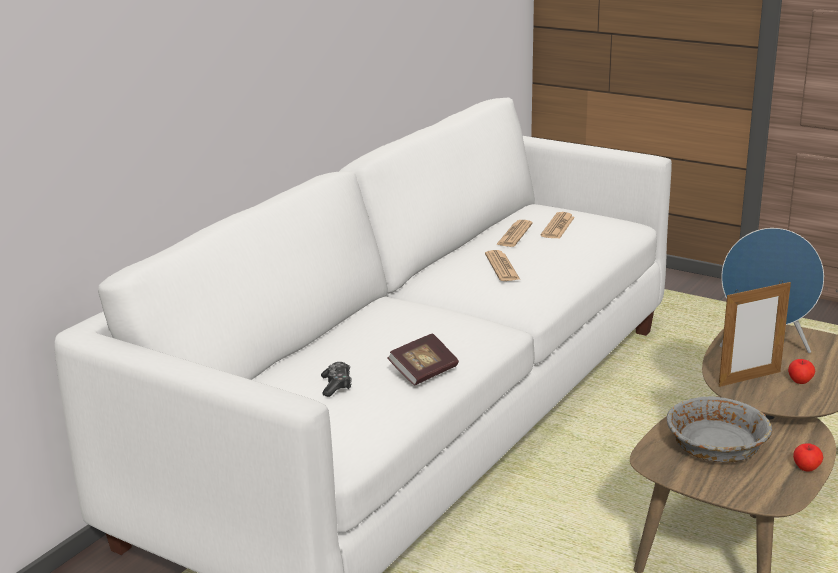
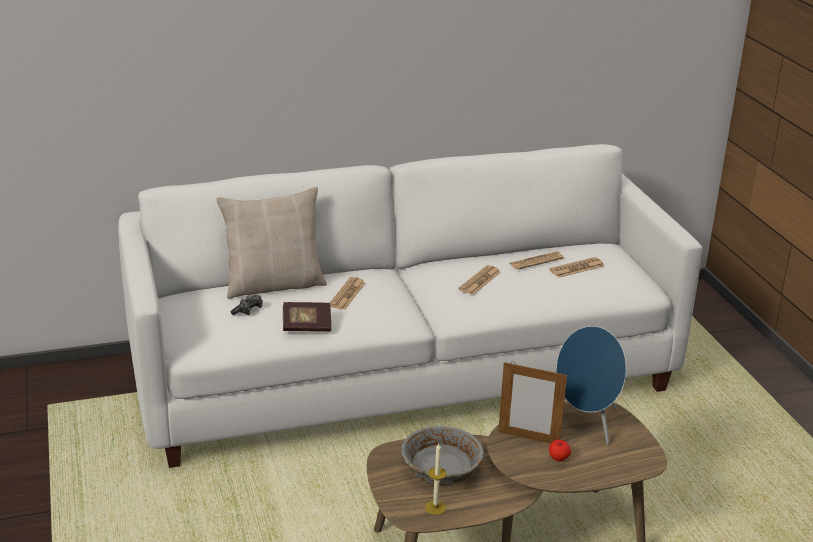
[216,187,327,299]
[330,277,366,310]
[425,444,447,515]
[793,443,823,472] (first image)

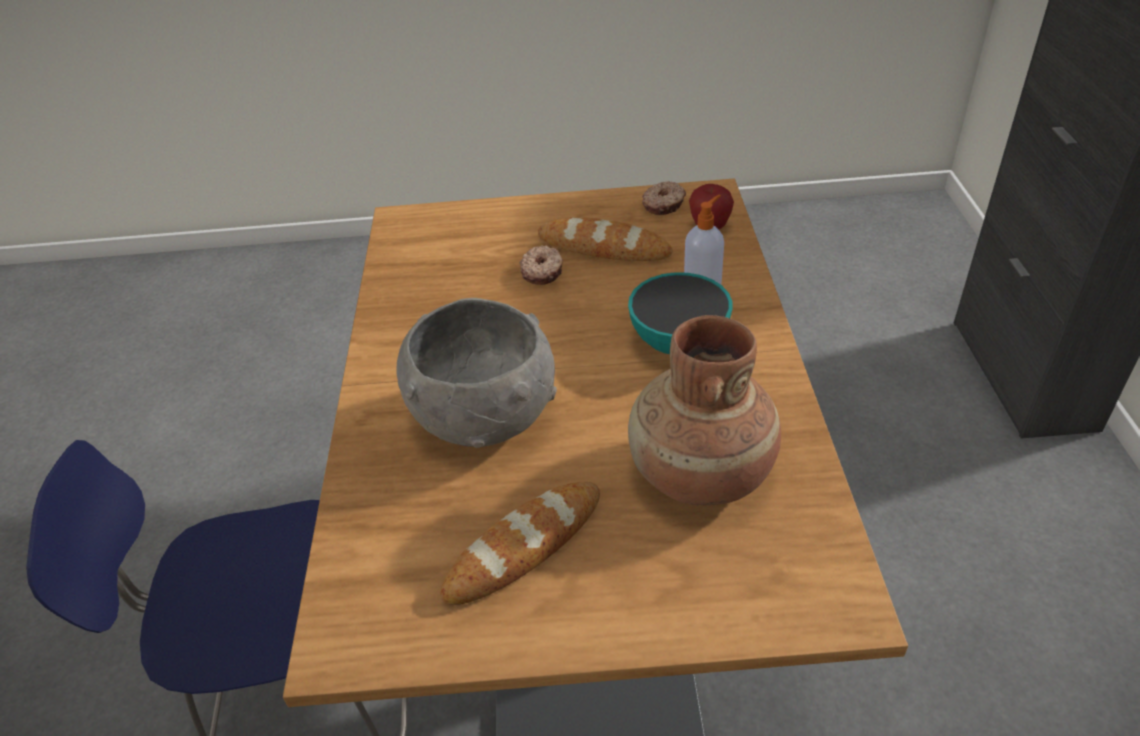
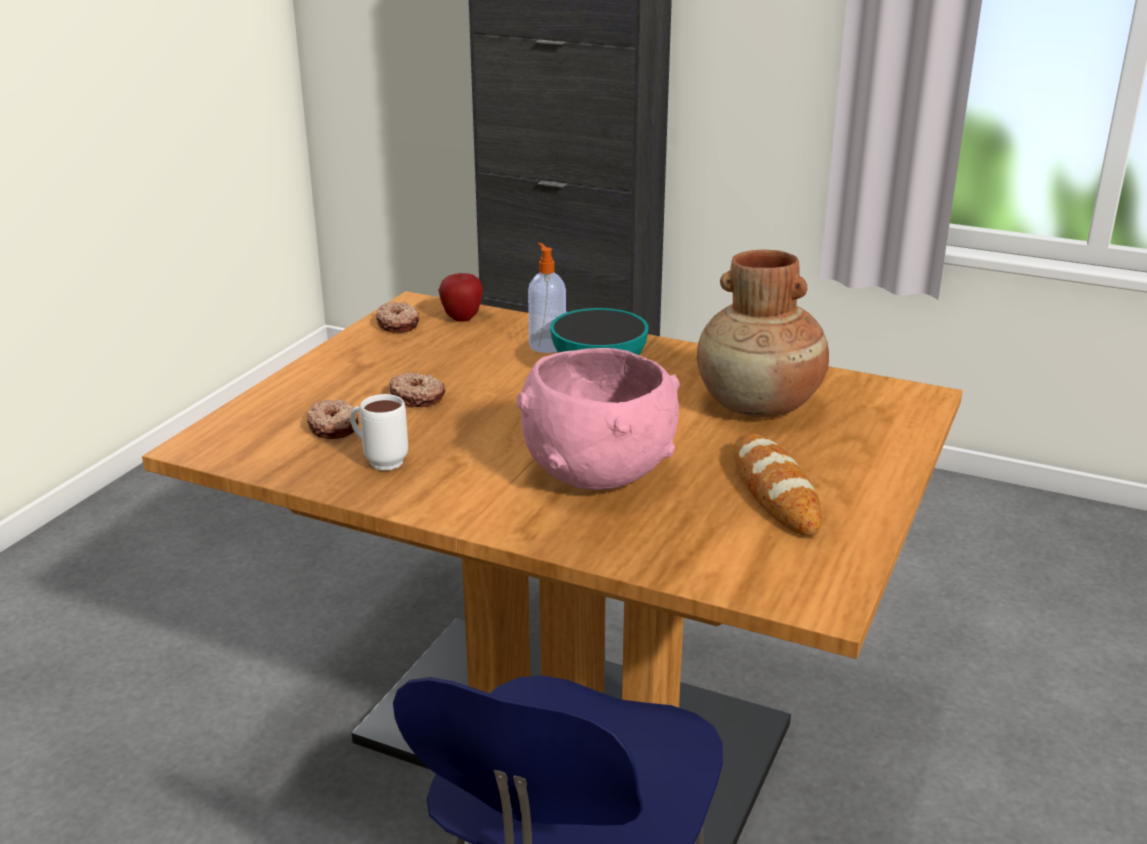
[307,399,359,439]
[350,394,408,471]
[517,348,680,490]
[538,217,673,261] (first image)

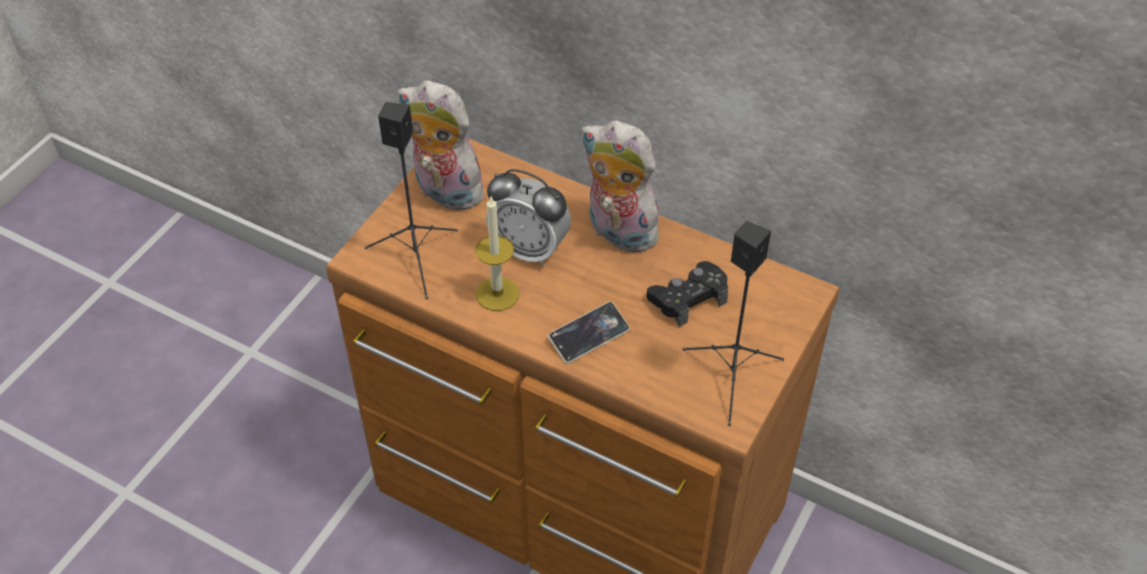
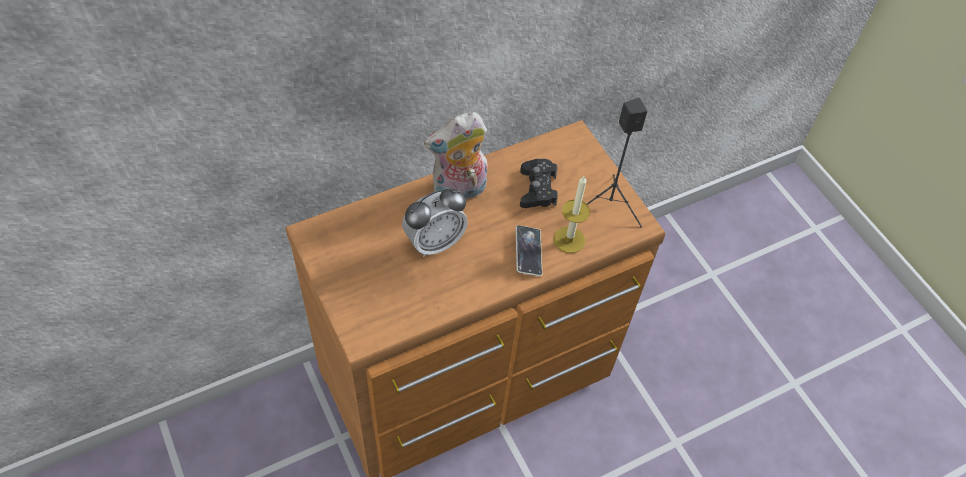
[553,176,590,253]
[365,102,458,300] (first image)
[398,80,484,210] (first image)

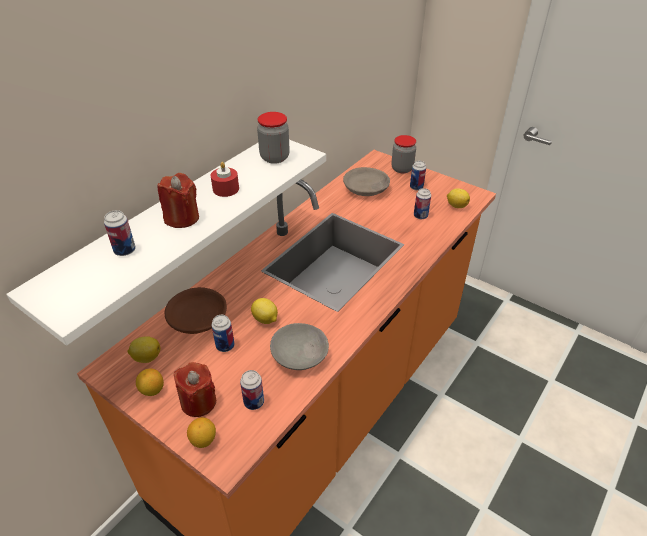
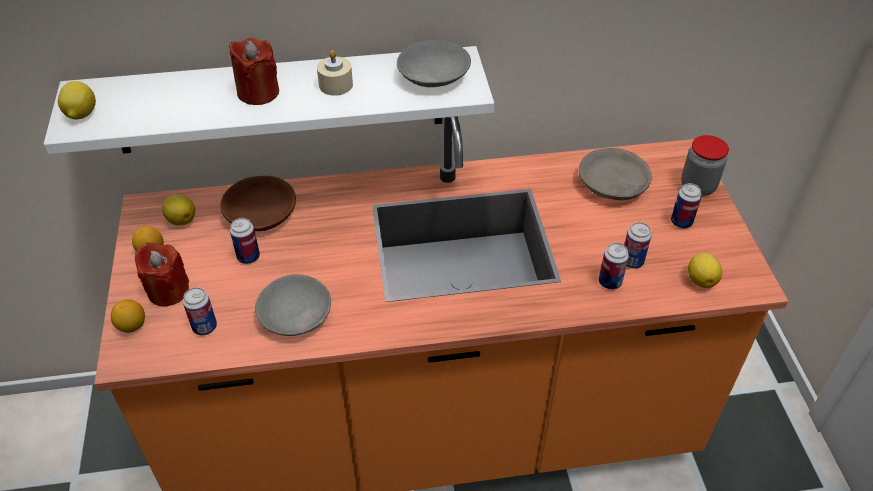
[58,81,96,120]
[317,50,353,96]
[397,40,471,87]
[599,243,629,290]

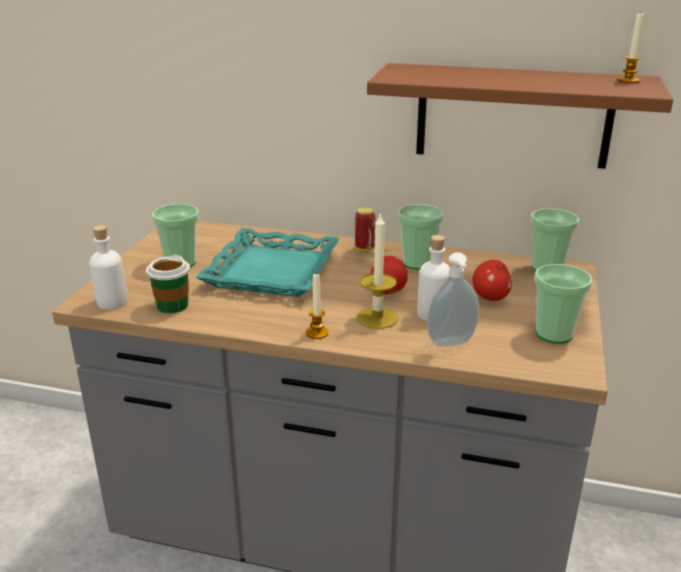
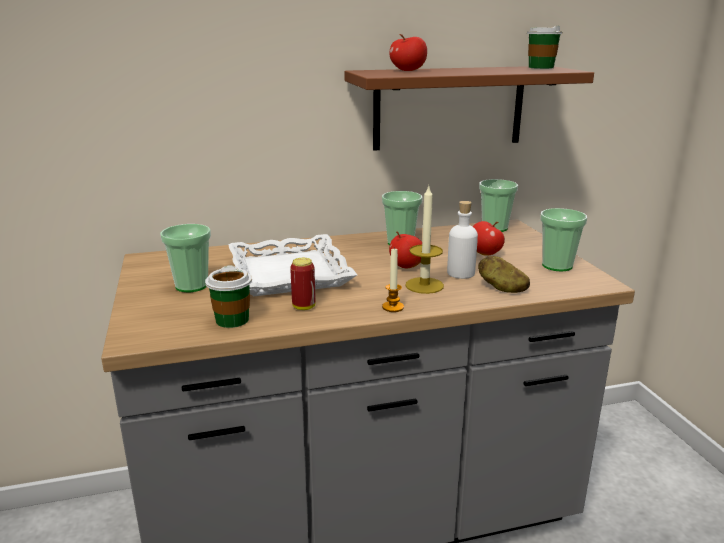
[229,234,357,296]
[290,258,316,310]
[389,34,427,71]
[478,256,530,293]
[527,26,562,69]
[89,225,128,310] (first image)

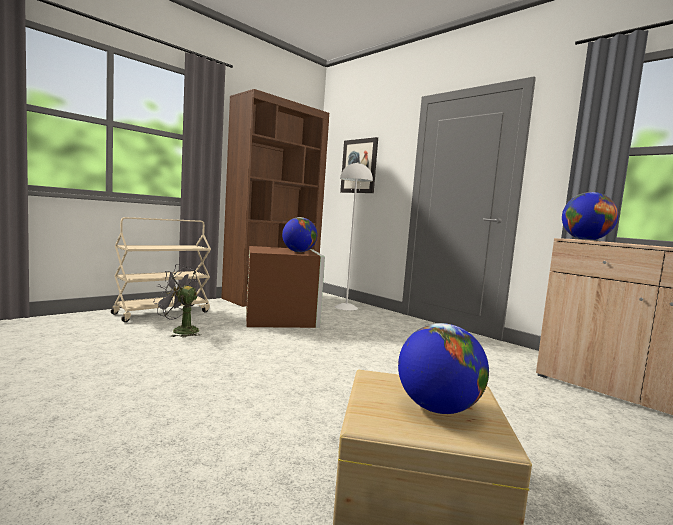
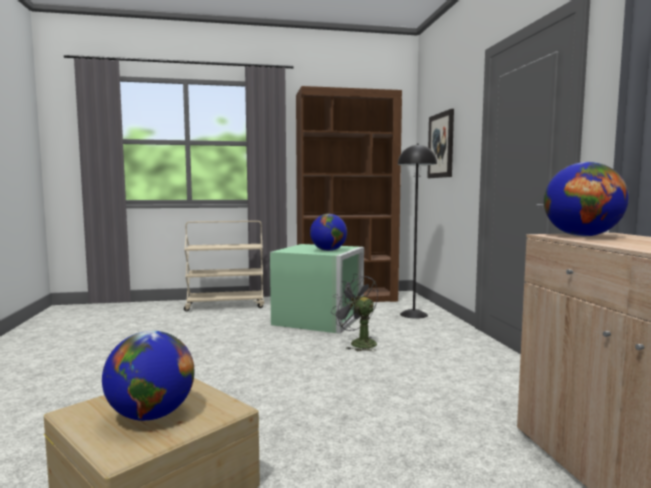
[270,244,364,334]
[331,274,378,351]
[398,144,437,319]

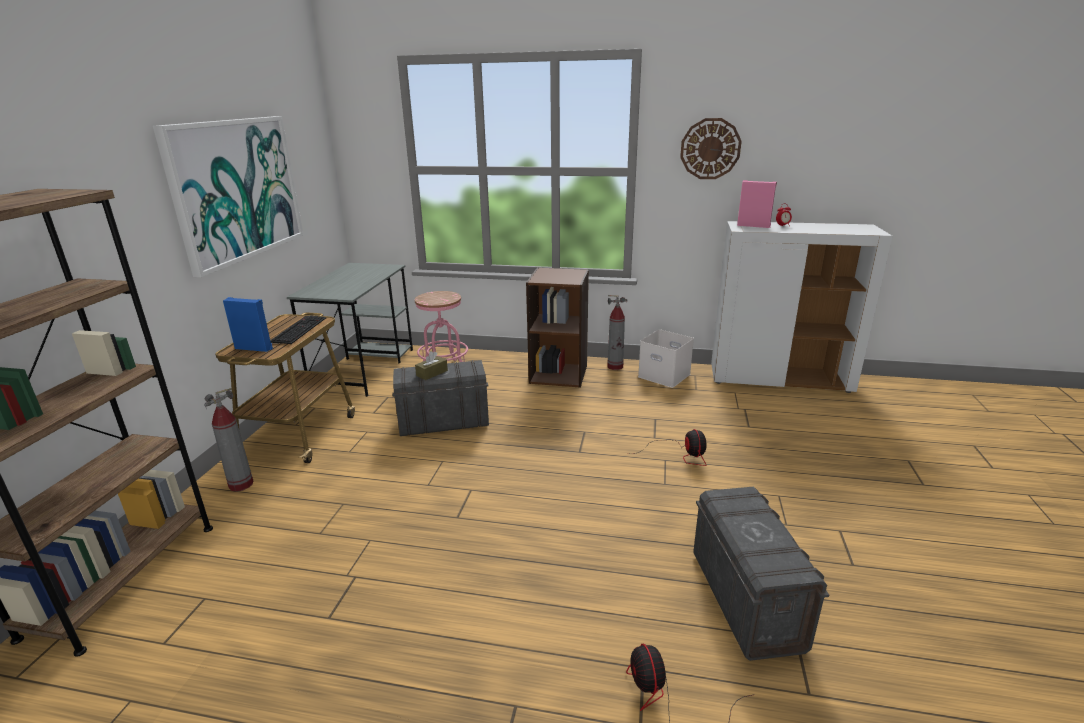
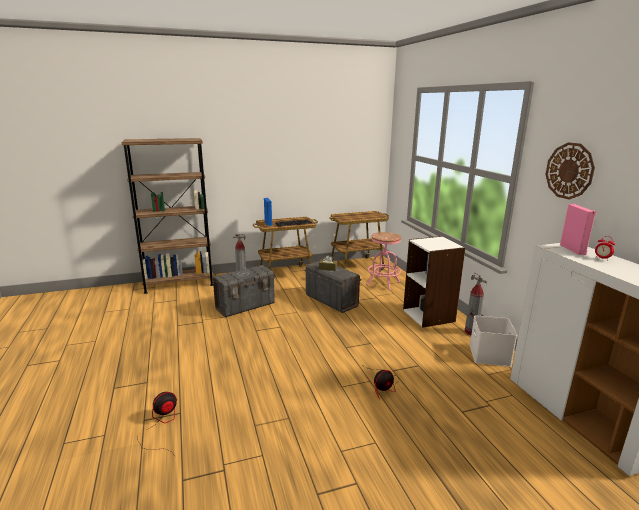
[212,265,275,317]
[329,211,389,270]
[403,236,465,328]
[153,116,304,277] (first image)

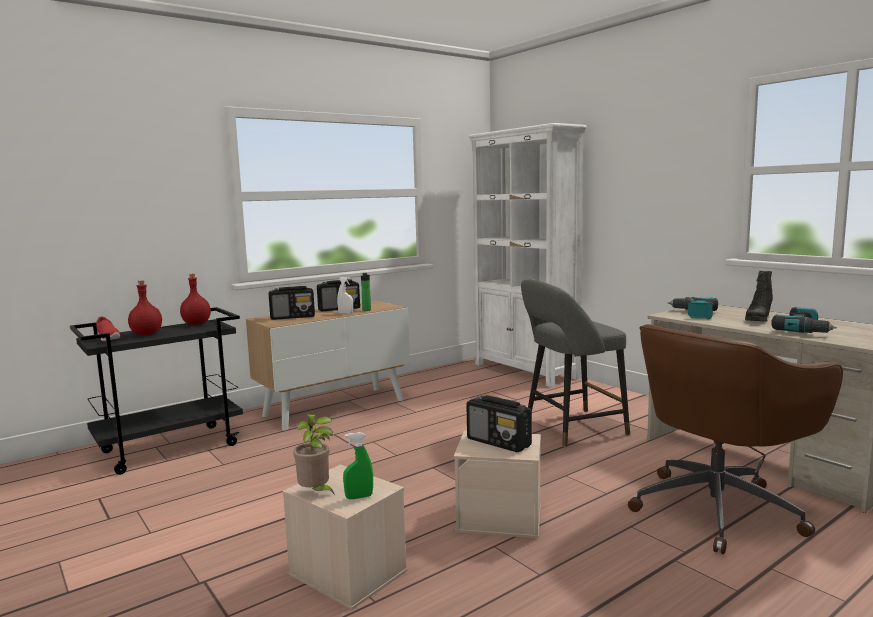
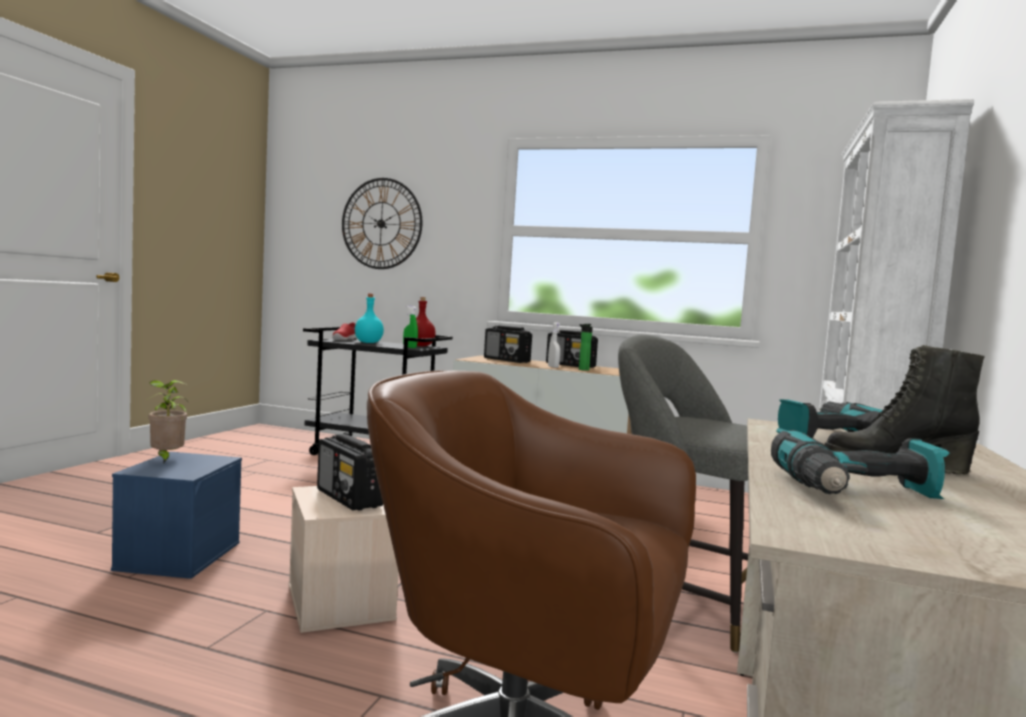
[111,452,242,579]
[317,434,383,511]
[342,178,422,269]
[355,294,384,343]
[403,306,418,348]

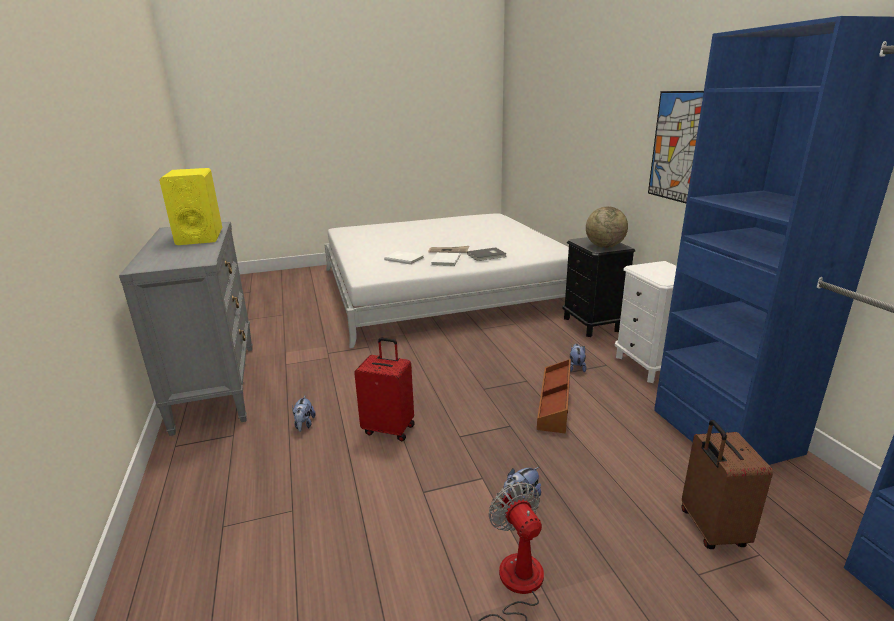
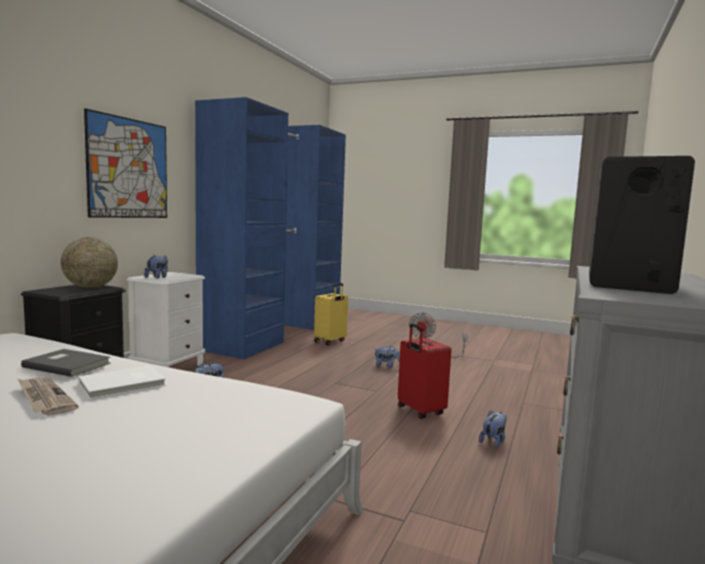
[144,255,168,279]
[314,283,348,345]
[589,156,695,294]
[384,251,424,265] (first image)
[537,359,571,434] (first image)

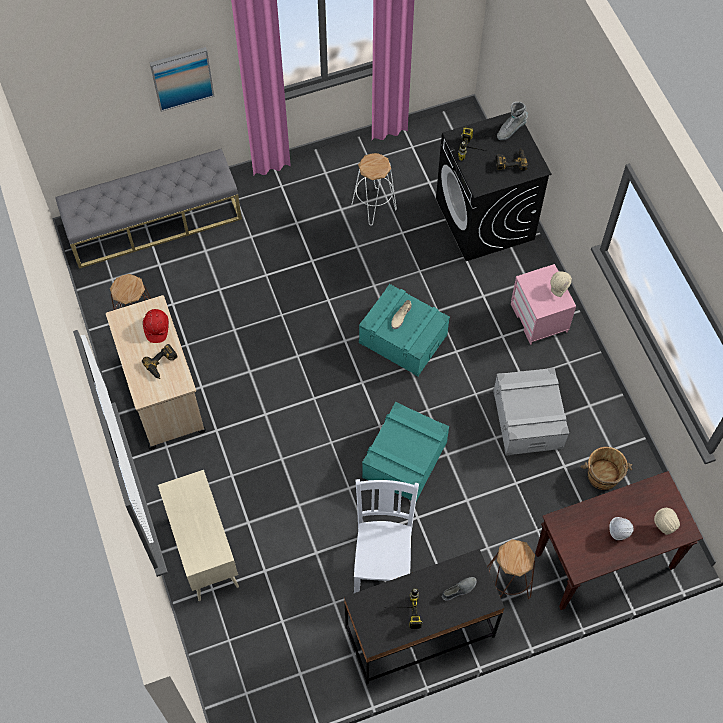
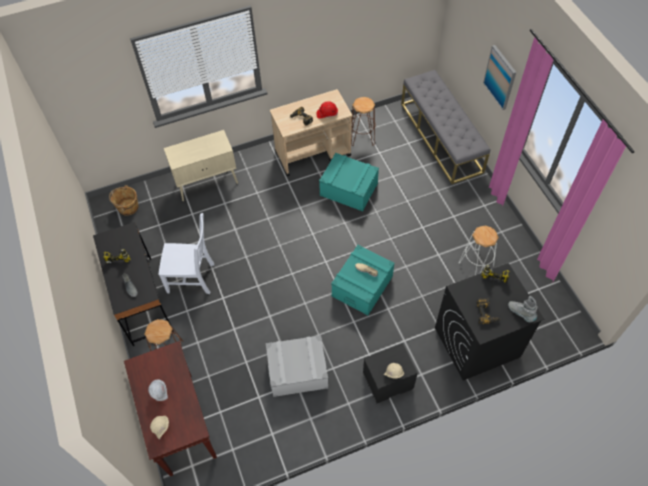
[109,185,139,216]
[319,153,379,211]
[363,343,418,404]

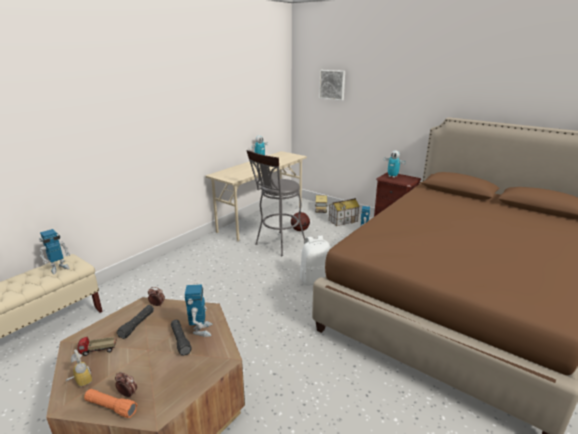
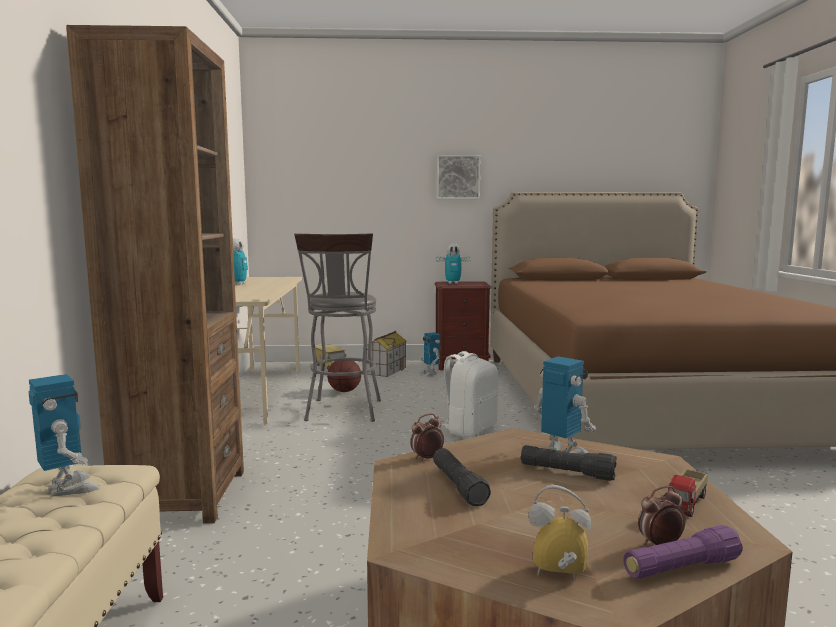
[29,374,100,497]
[66,25,244,524]
[437,155,481,199]
[623,525,743,579]
[668,469,708,517]

